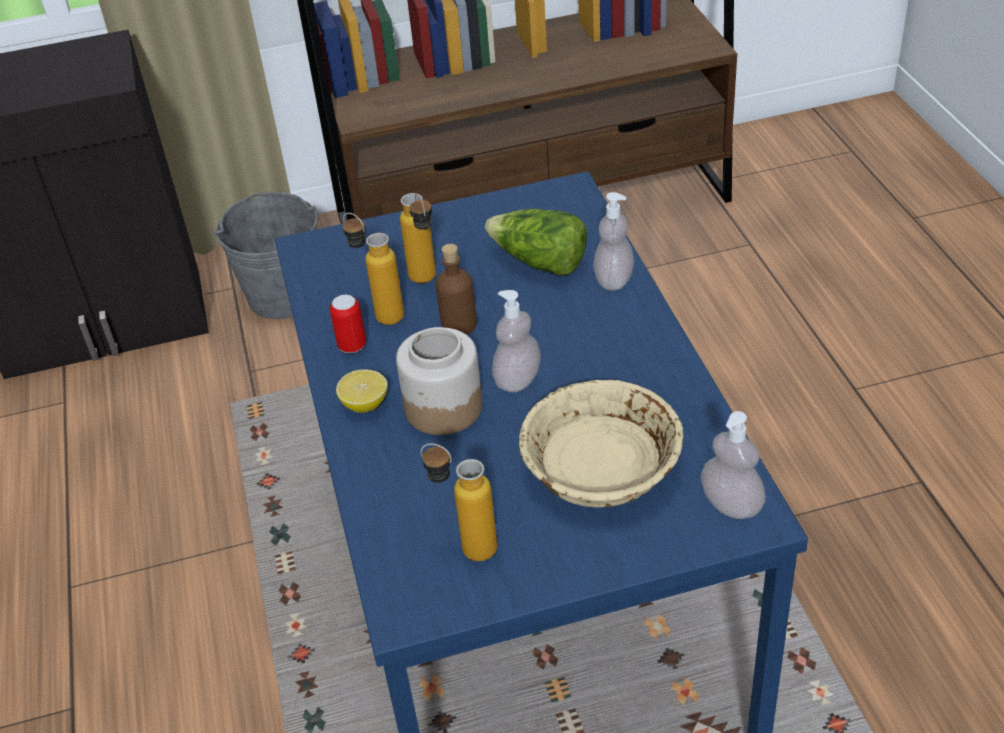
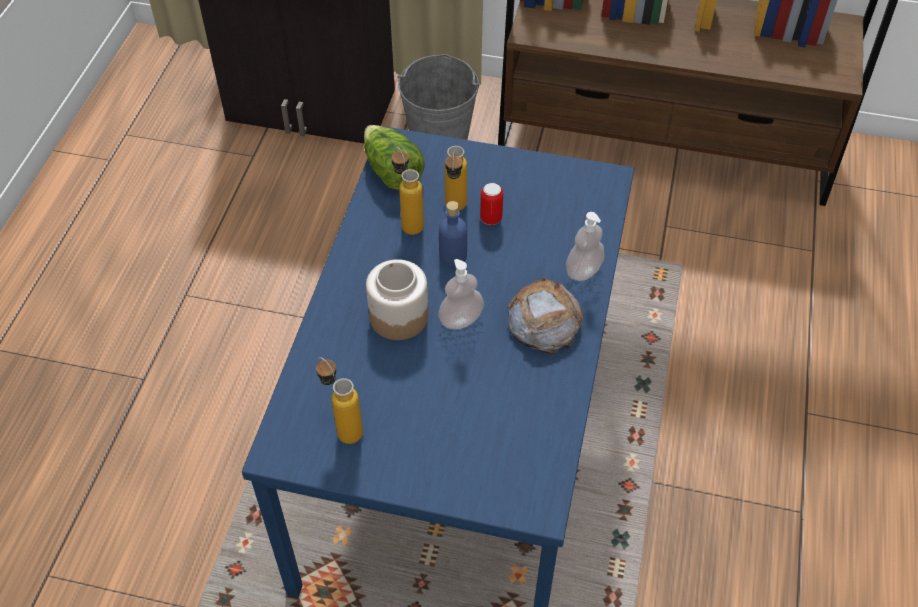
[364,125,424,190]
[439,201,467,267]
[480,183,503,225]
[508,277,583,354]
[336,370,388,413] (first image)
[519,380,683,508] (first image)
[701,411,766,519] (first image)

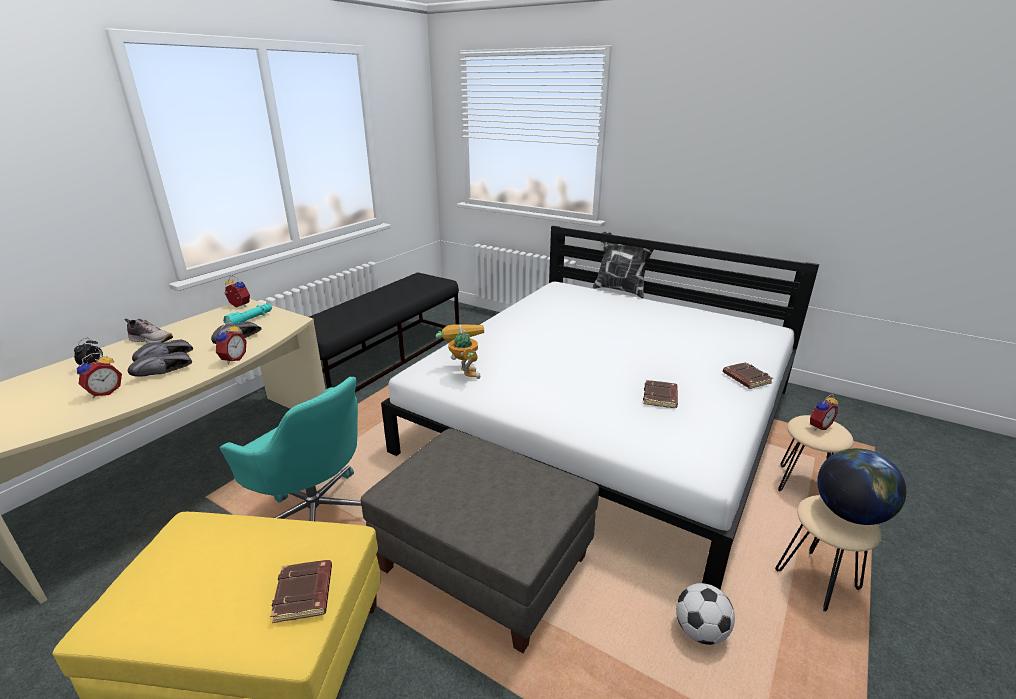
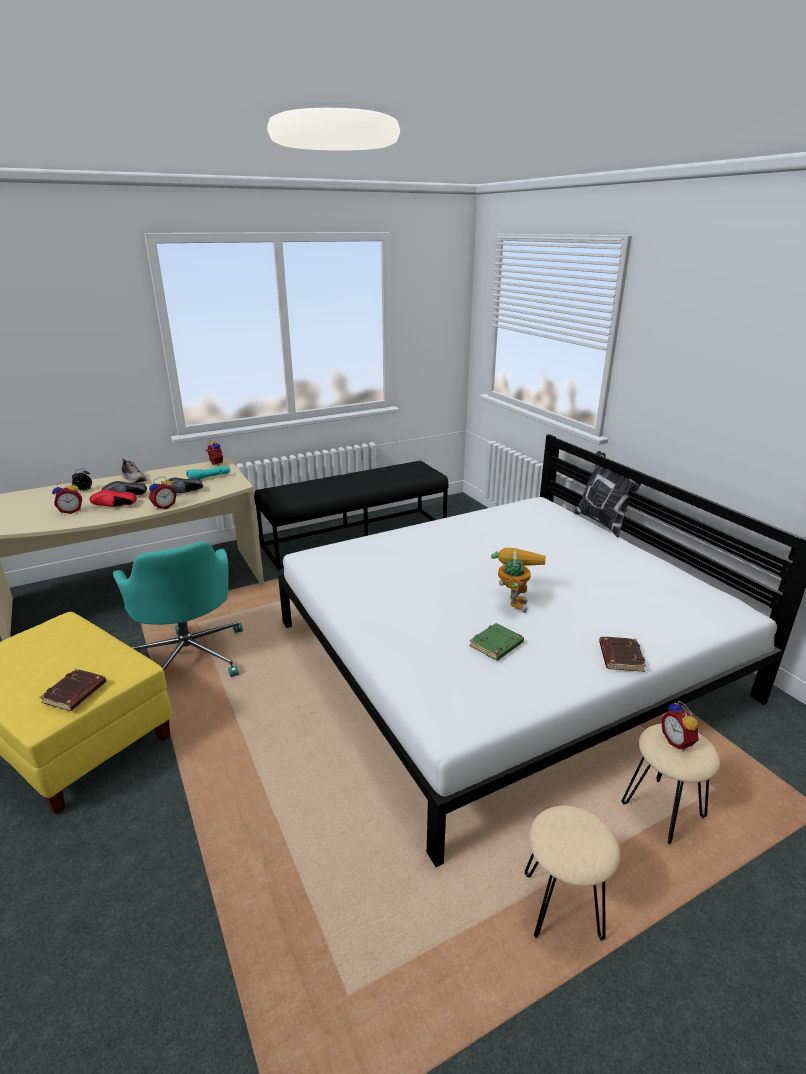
[89,490,137,507]
[469,623,524,661]
[491,548,546,613]
[661,701,699,751]
[360,429,599,653] (first image)
[676,583,735,645] (first image)
[817,448,906,525] (first image)

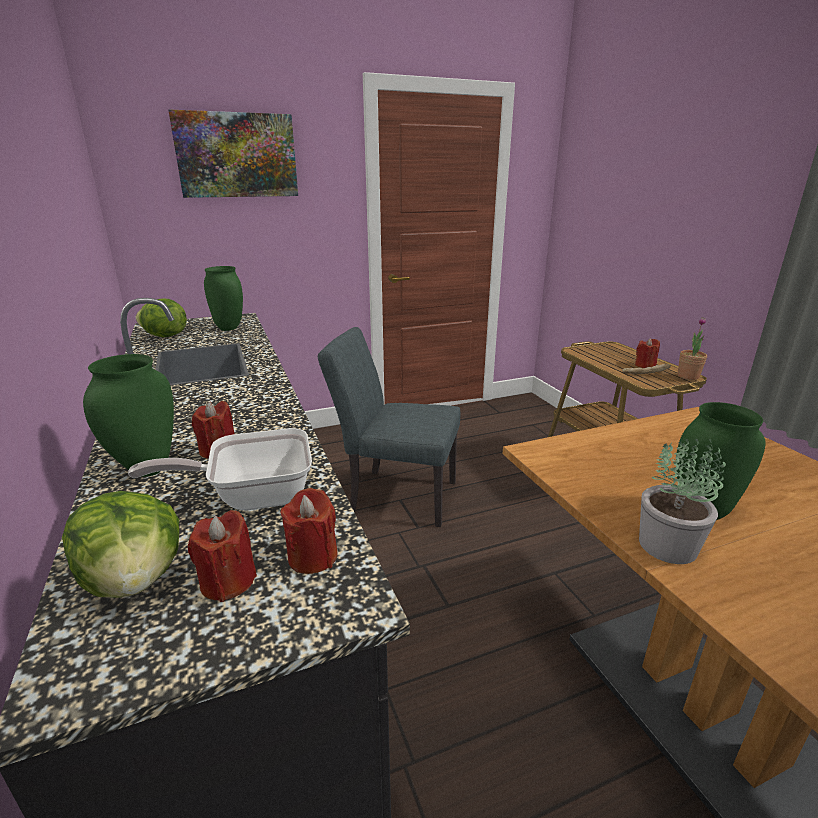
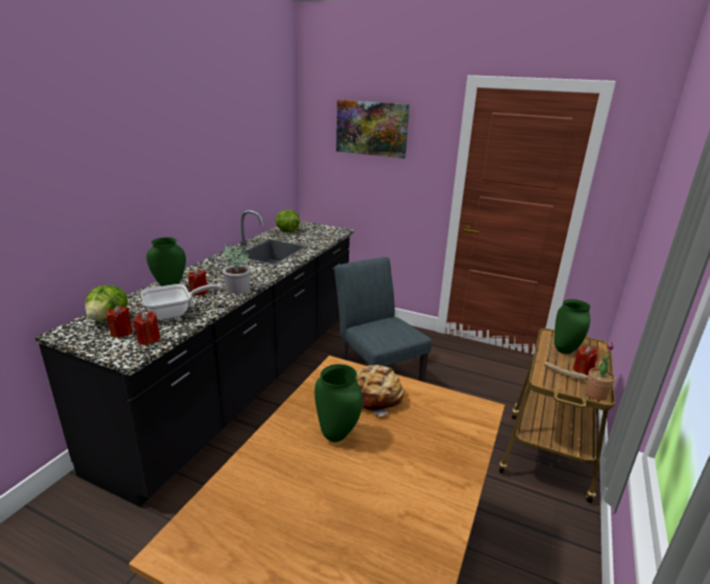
[140,284,220,320]
[222,242,251,294]
[356,365,405,417]
[554,299,591,354]

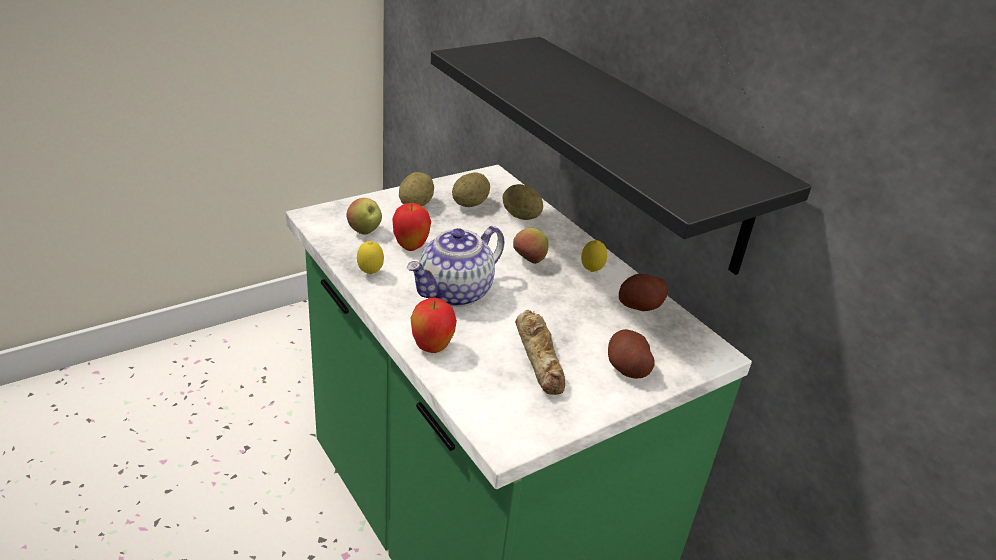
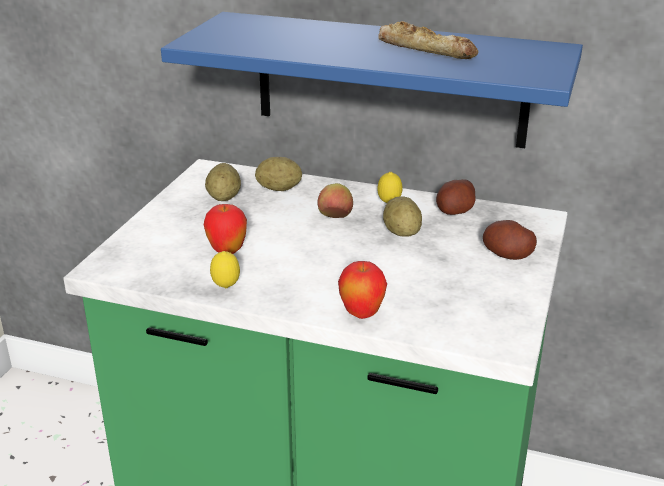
[161,12,583,148]
[378,21,479,59]
[383,196,422,237]
[346,198,382,235] (first image)
[406,226,504,307] (first image)

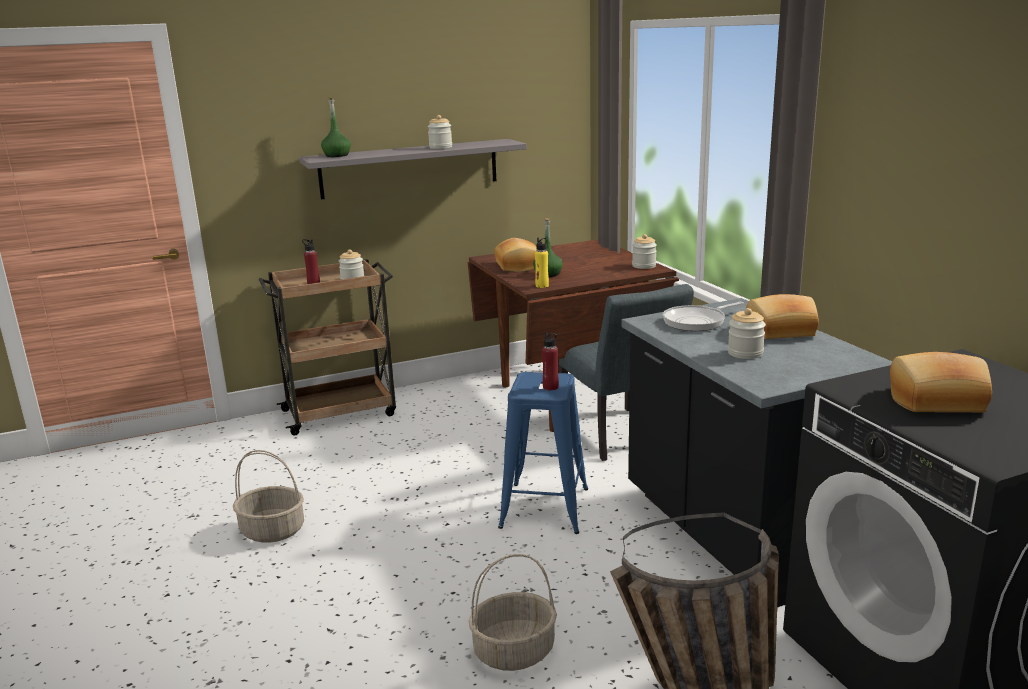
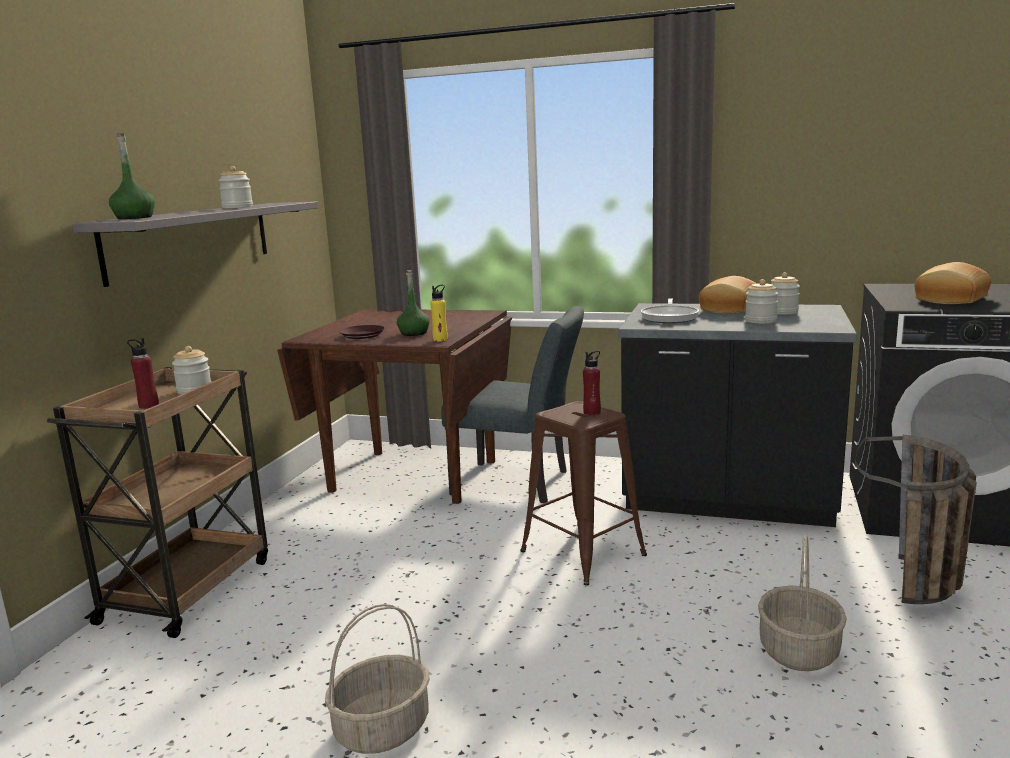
[339,325,385,339]
[520,401,647,586]
[771,272,800,315]

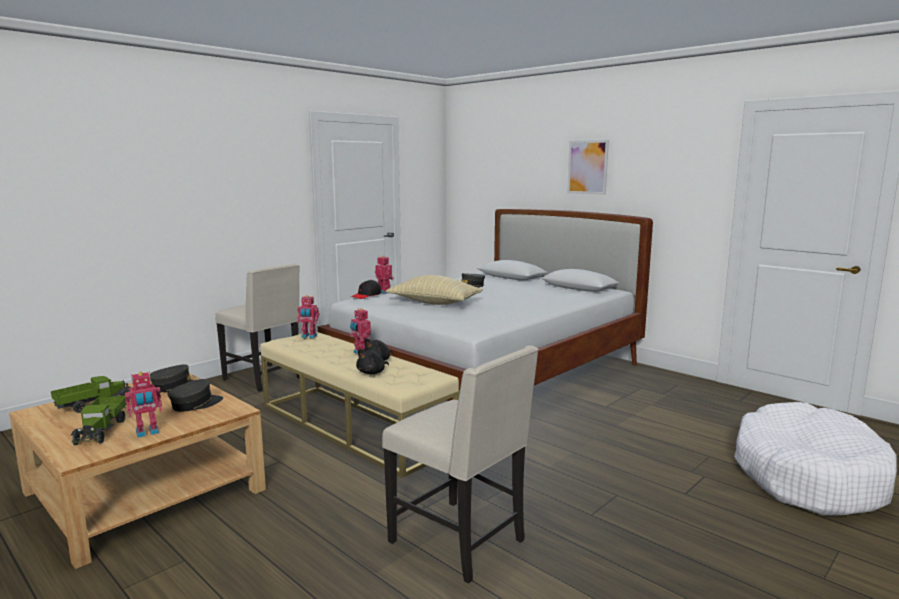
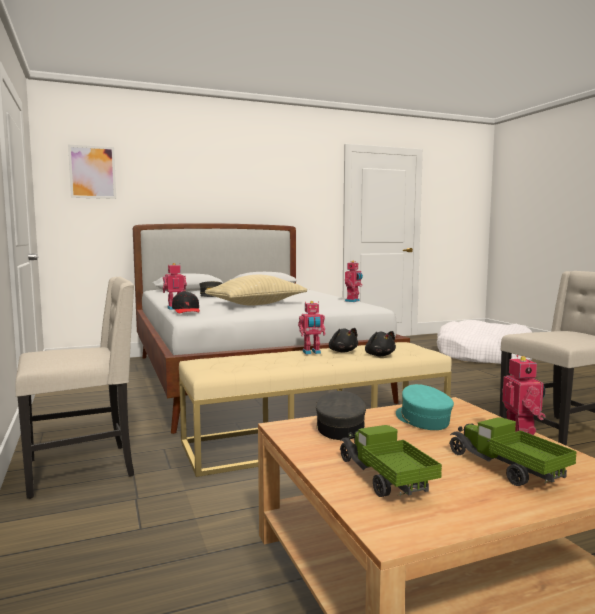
[68,145,116,199]
[345,261,363,302]
[396,384,454,430]
[449,418,577,486]

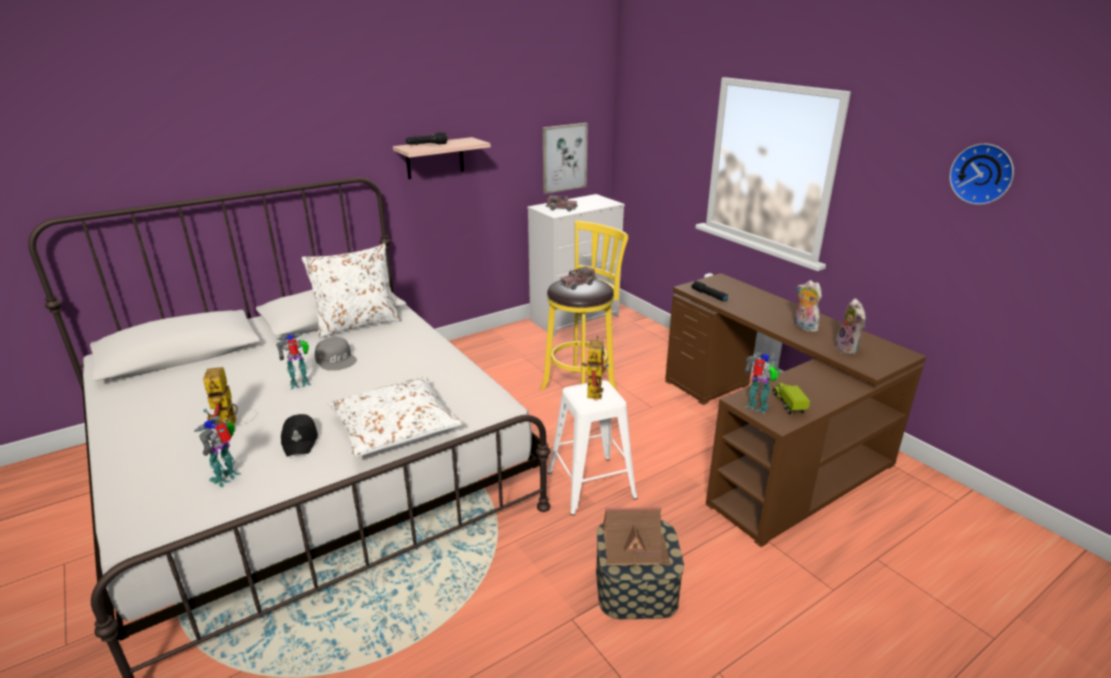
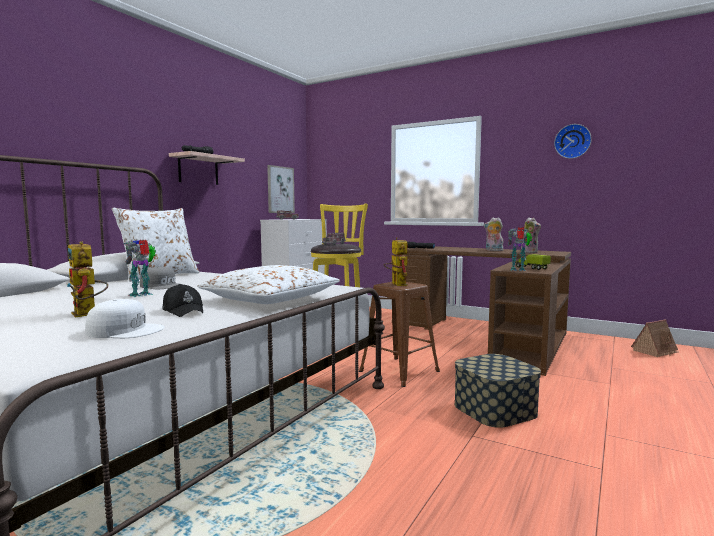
[85,299,165,338]
[359,282,440,387]
[631,319,678,357]

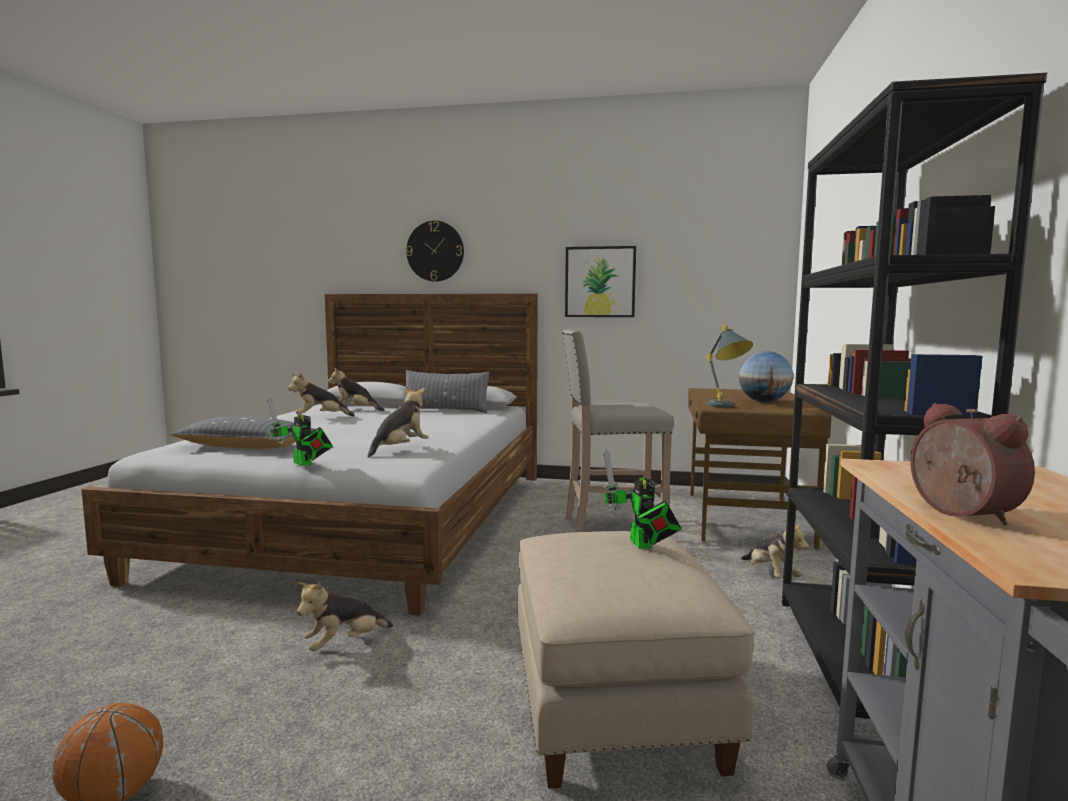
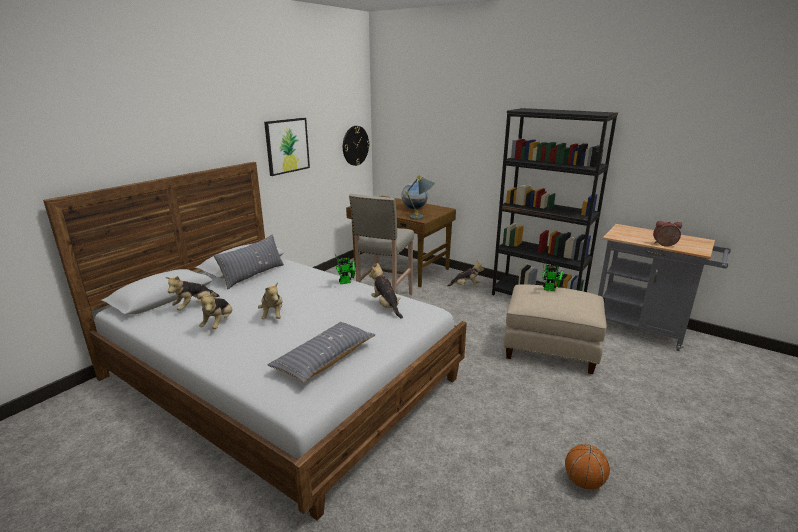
[258,282,283,319]
[335,254,355,284]
[343,126,370,166]

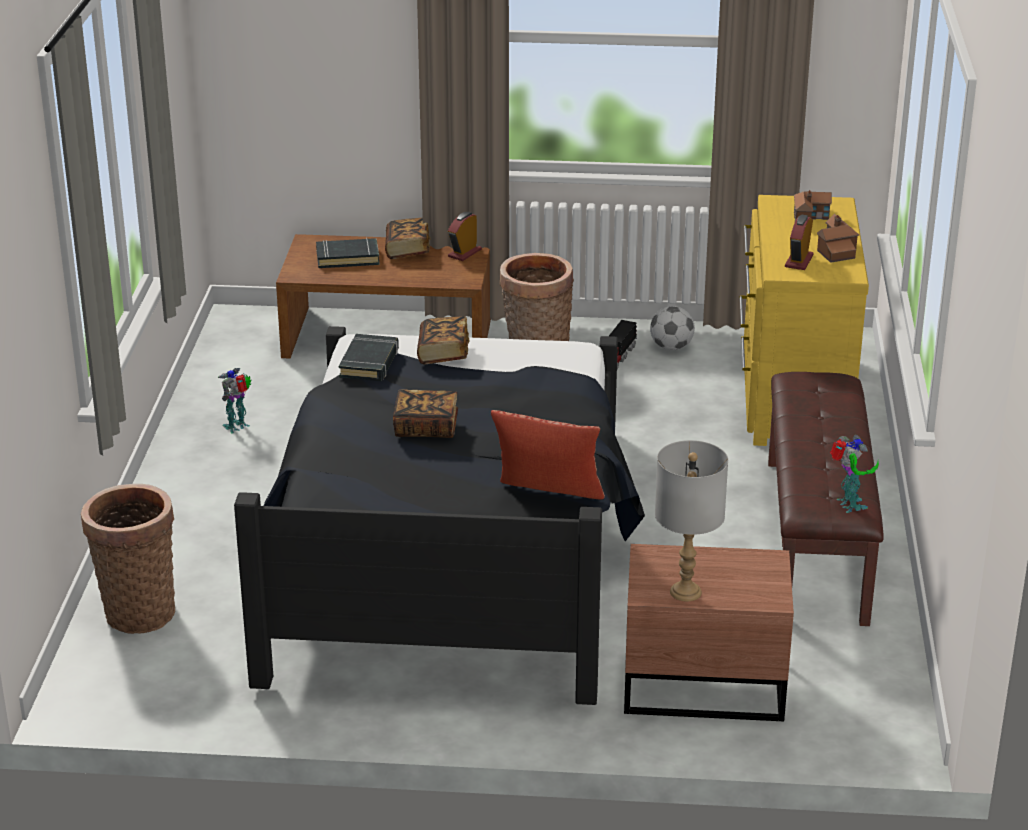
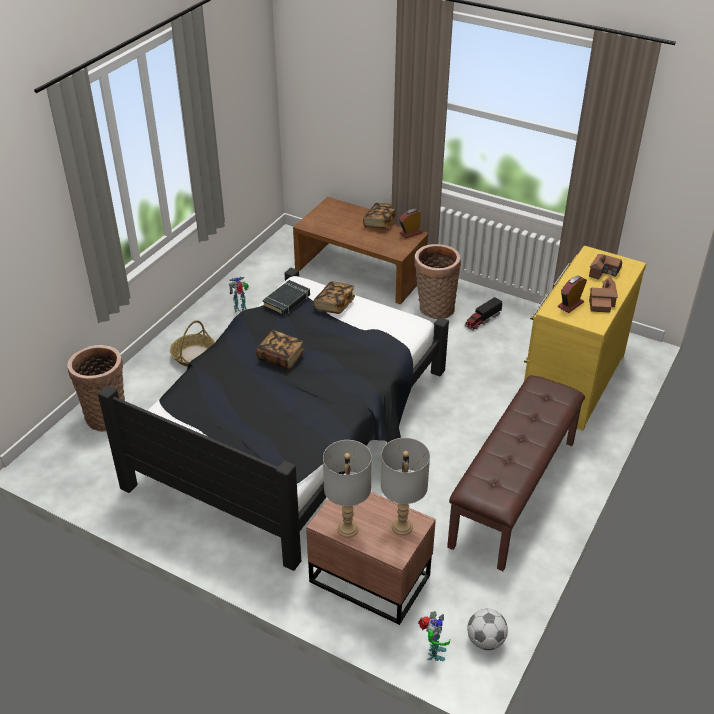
[170,320,215,366]
[381,438,430,535]
[418,611,450,661]
[467,609,508,650]
[316,238,380,268] (first image)
[491,410,605,500] (first image)

